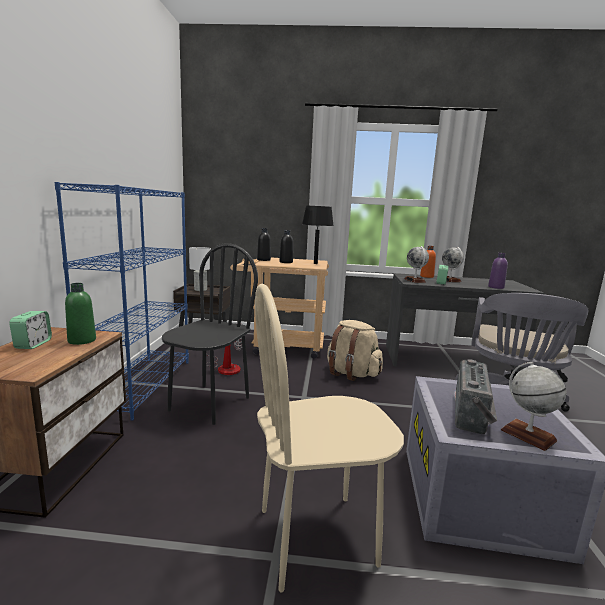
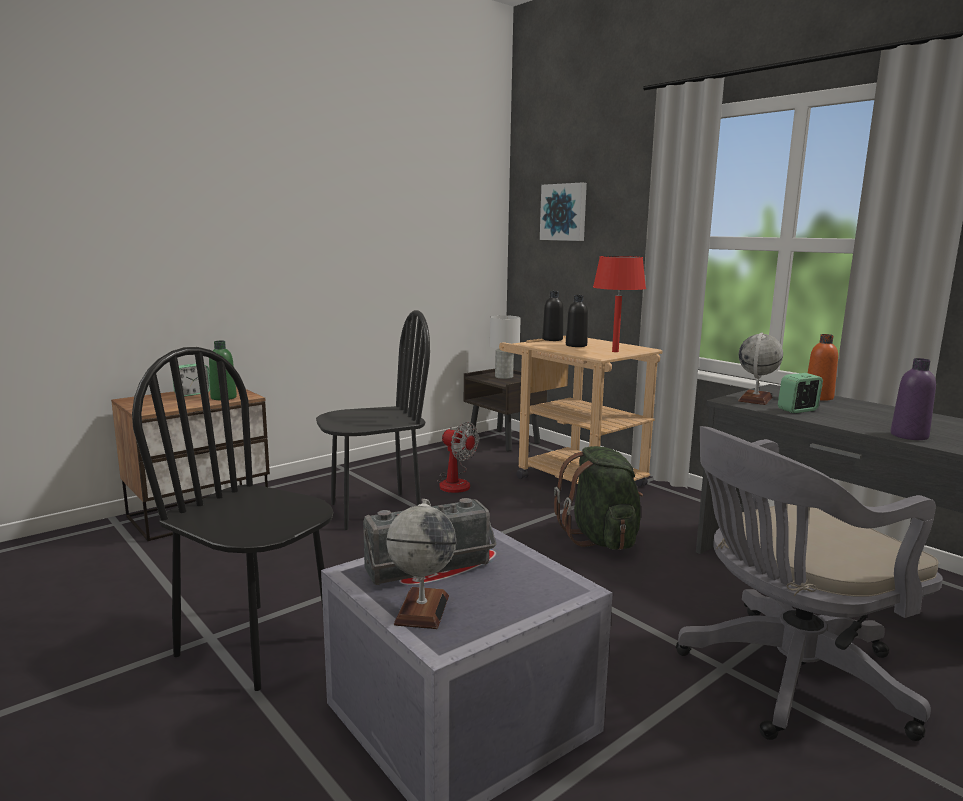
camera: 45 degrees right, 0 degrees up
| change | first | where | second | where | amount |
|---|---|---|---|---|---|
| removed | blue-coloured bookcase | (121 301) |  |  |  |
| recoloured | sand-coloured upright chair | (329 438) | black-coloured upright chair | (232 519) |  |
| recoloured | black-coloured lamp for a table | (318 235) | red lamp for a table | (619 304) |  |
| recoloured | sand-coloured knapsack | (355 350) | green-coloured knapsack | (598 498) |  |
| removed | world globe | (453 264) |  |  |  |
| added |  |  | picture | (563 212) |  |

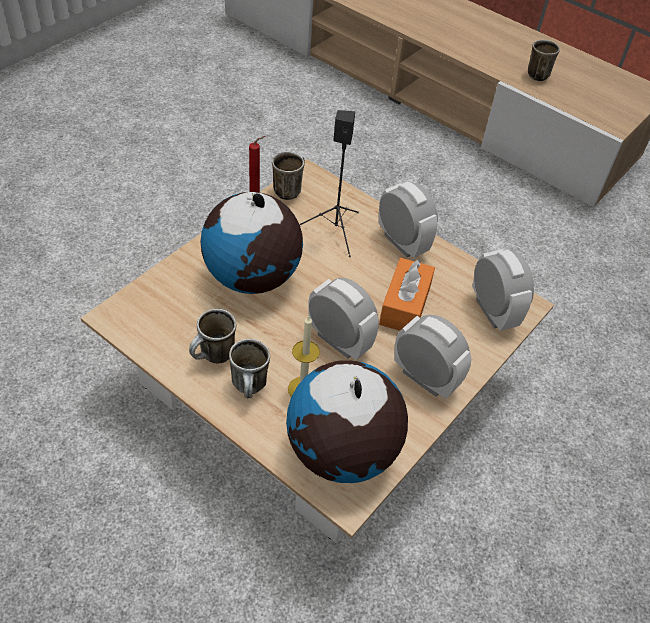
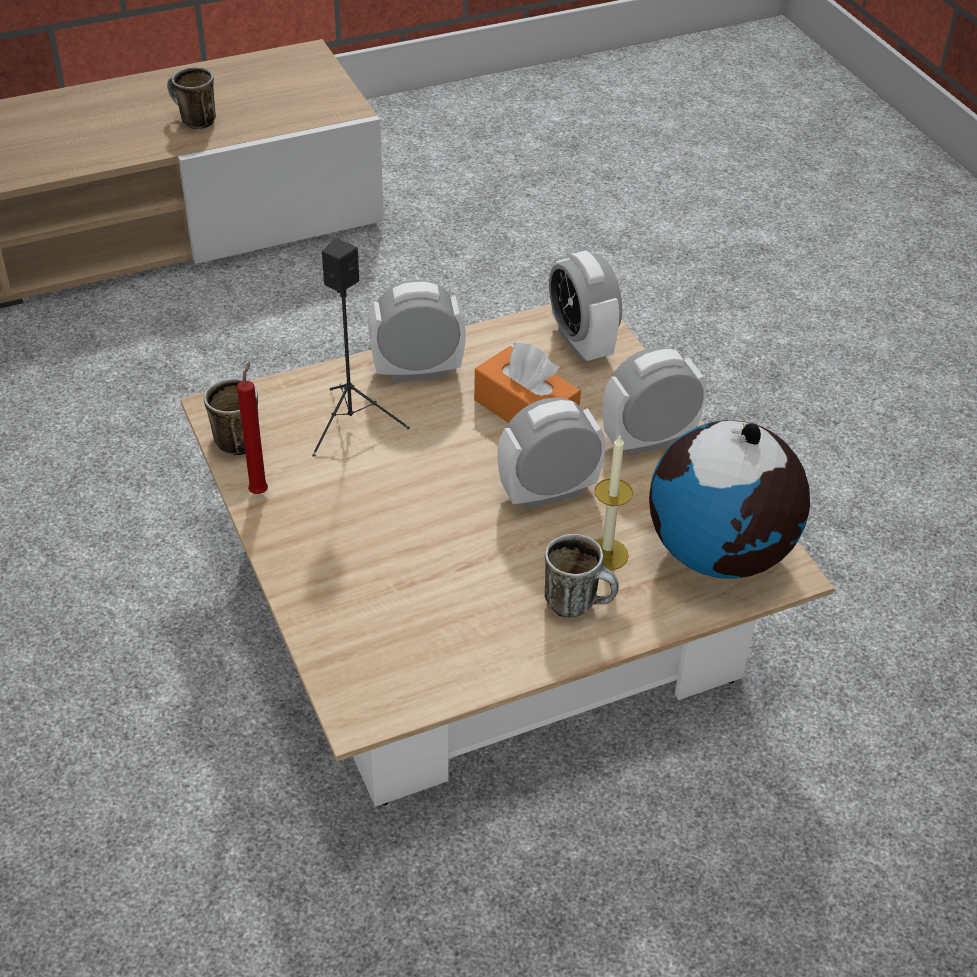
camera: 60 degrees left, 5 degrees down
| change | first | where | second | where | amount |
|---|---|---|---|---|---|
| removed | mug | (212 336) |  |  |  |
| removed | world globe | (252 243) |  |  |  |
| turned | table clock | (503 290) |  | (585 306) | 120 degrees counterclockwise |

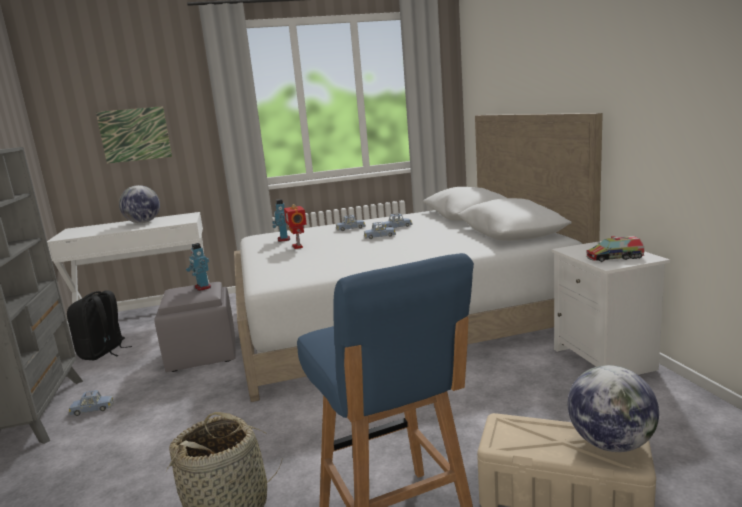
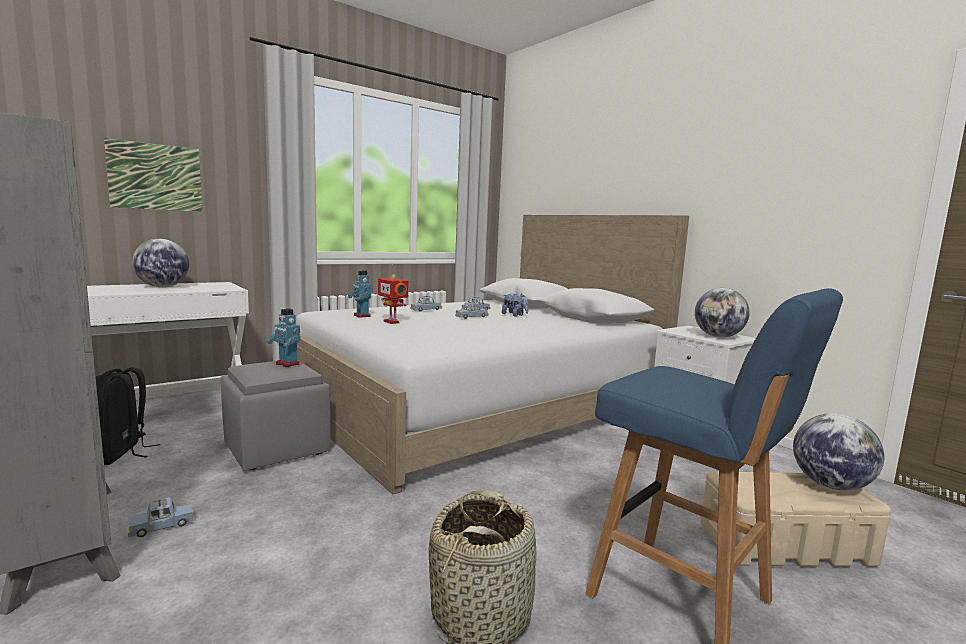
camera: 25 degrees left, 5 degrees down
| change | first | where | second | where | amount |
|---|---|---|---|---|---|
| replaced | toy lorry | (615 249) | world globe | (722 313) |  |
| added |  |  | plush toy | (515 305) |  |

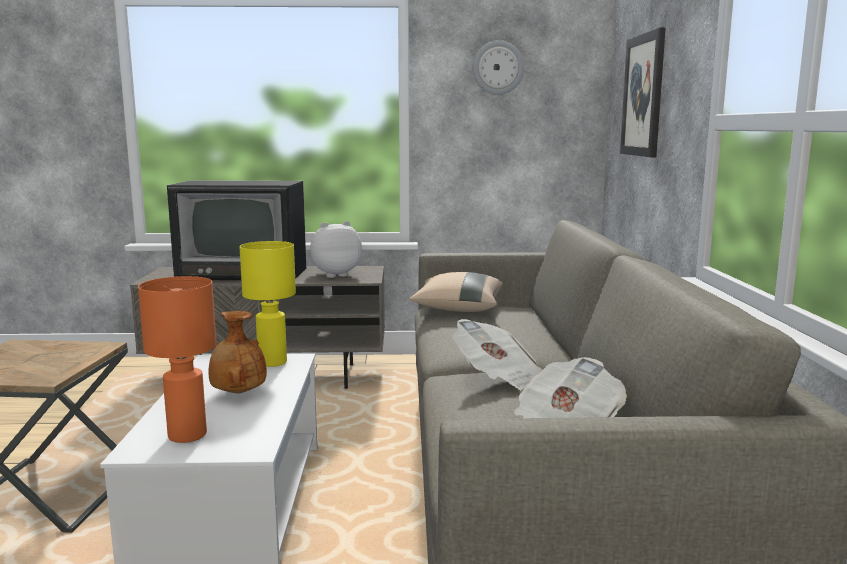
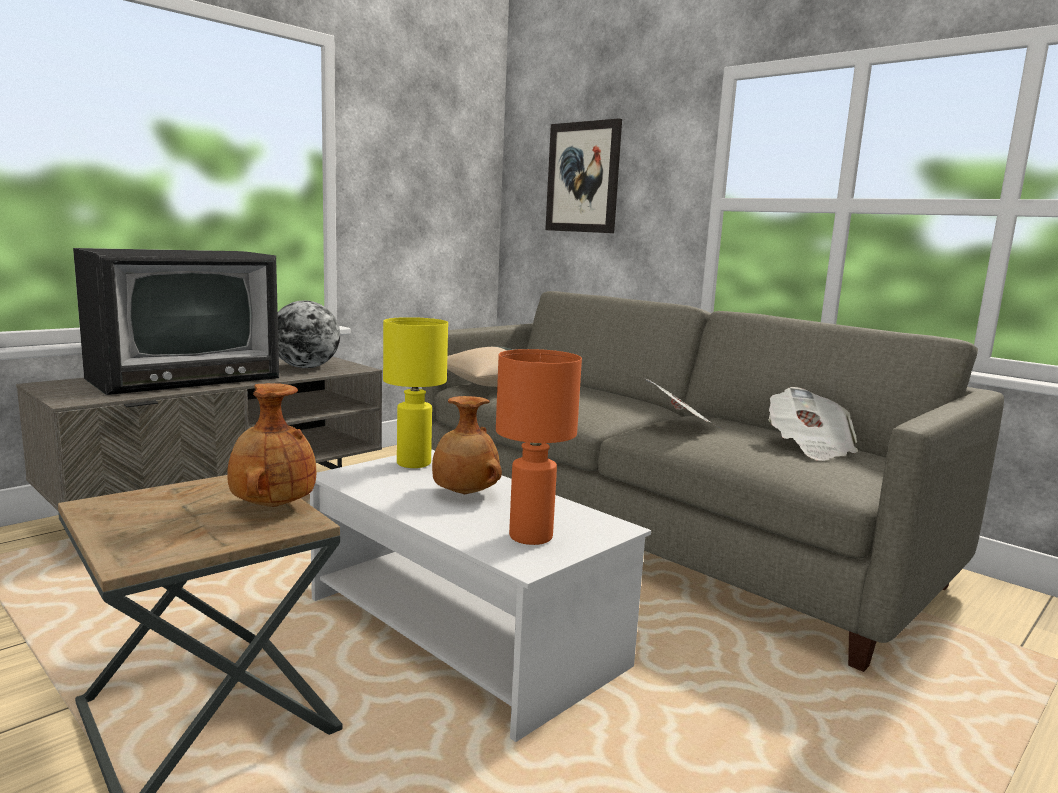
camera: 45 degrees left, 0 degrees up
| change | first | where | second | where | amount |
|---|---|---|---|---|---|
| replaced | plush toy | (336 249) | world globe | (309 334) |  |
| removed | wall clock | (499 67) |  |  |  |
| added |  |  | brownish decorative vase | (271 445) |  |

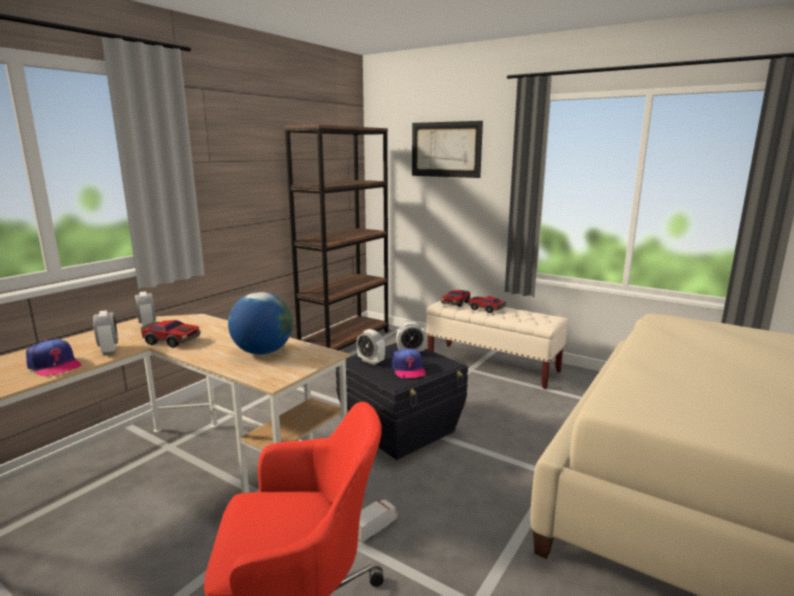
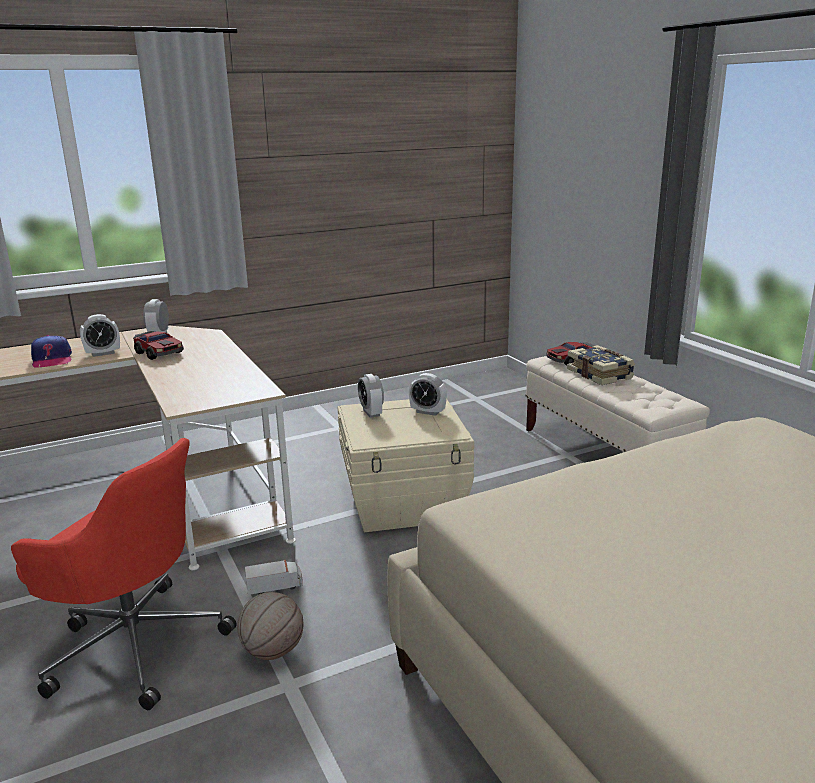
camera: 30 degrees right, 5 degrees up
| change | first | where | second | where | amount |
|---|---|---|---|---|---|
| turned | table clock | (105 332) |  | (100 335) | 60 degrees clockwise |
| removed | world globe | (260 323) |  |  |  |
| removed | brownish bookcase | (336 238) |  |  |  |
| recoloured | black-coloured storage box | (402 401) | sand-coloured storage box | (406 465) |  |
| removed | peaked cap | (408 363) |  |  |  |
| removed | picture | (447 149) |  |  |  |
| replaced | toy car | (487 304) | book | (601 365) |  |
| added |  |  | basketball | (270 626) |  |

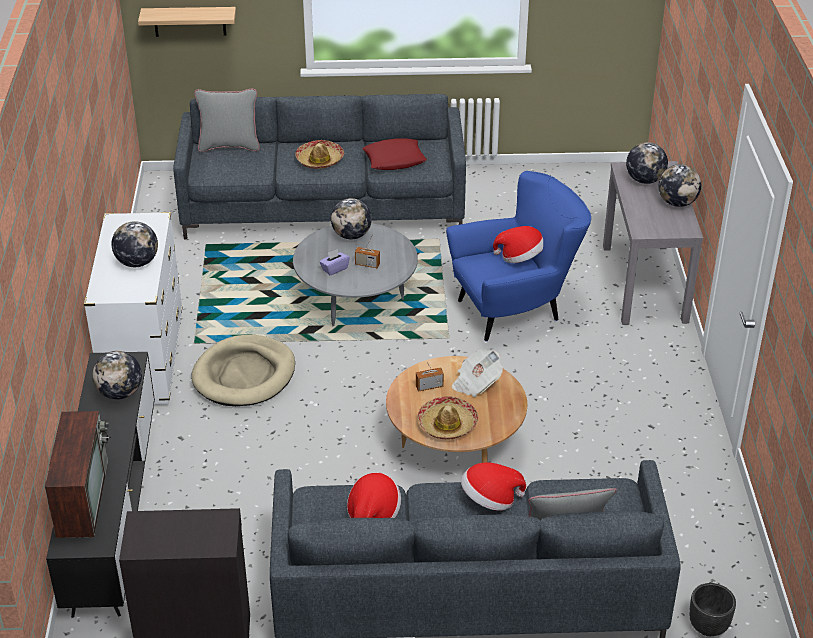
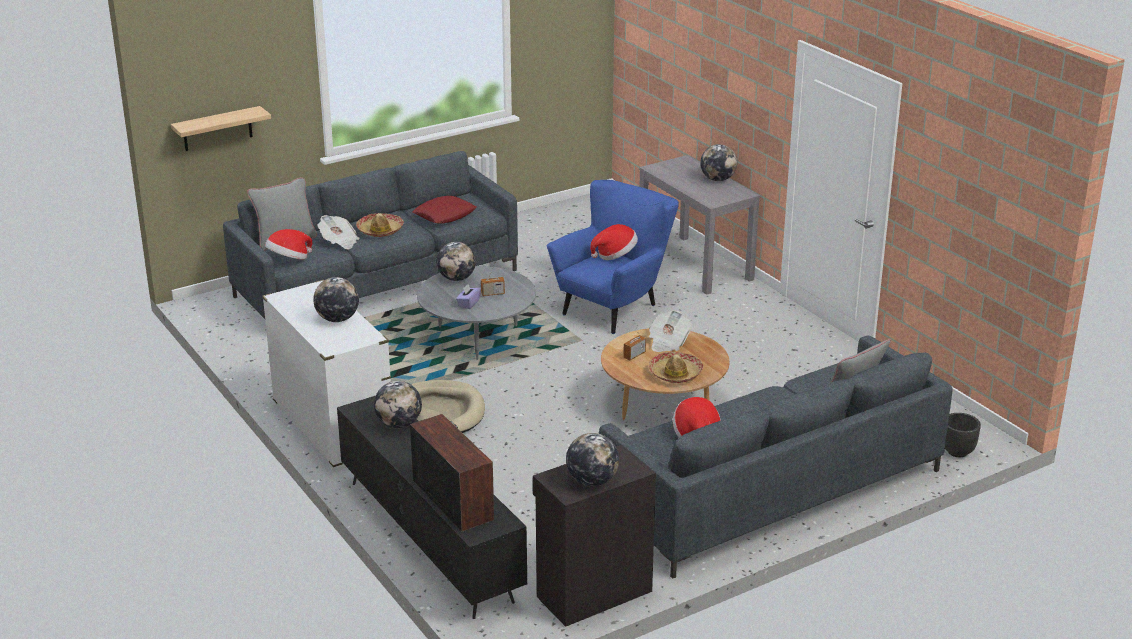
camera: 30 degrees left, 10 degrees down
| change | first | where | second | where | amount |
|---|---|---|---|---|---|
| moved | hat | (493 486) |  | (288 244) |  |
| moved | world globe | (647 163) |  | (592 459) |  |
| added |  |  | daily paper | (338 232) |  |

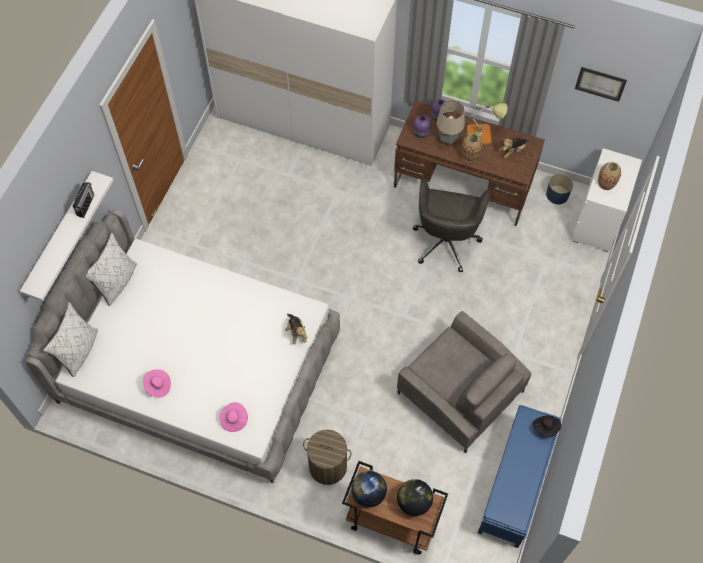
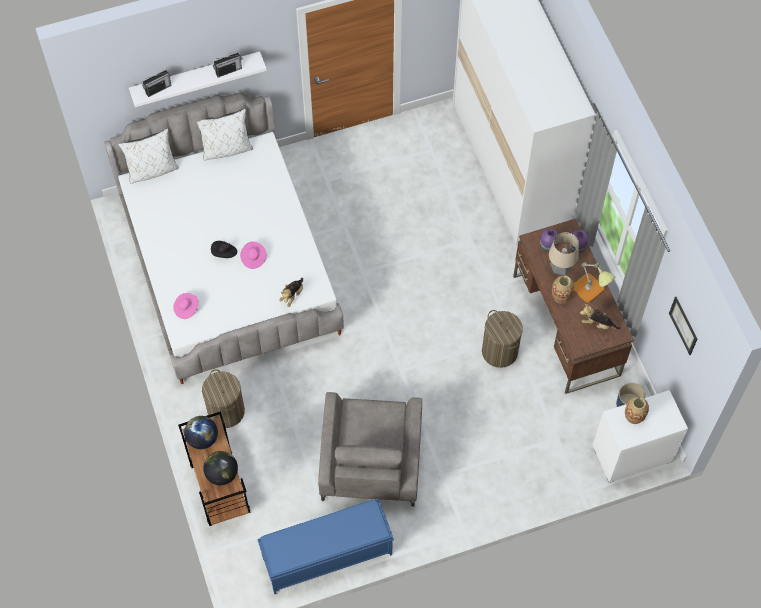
camera: 50 degrees right, 0 degrees up
| change | first | where | second | where | amount |
|---|---|---|---|---|---|
| moved | pink-coloured hat | (157 383) |  | (253 255) |  |
| replaced | gray computer chair | (452 225) | laundry basket | (502 339) |  |
| moved | black-coloured hat | (547 427) |  | (224 249) |  |
| added |  |  | radio set | (157 83) |  |

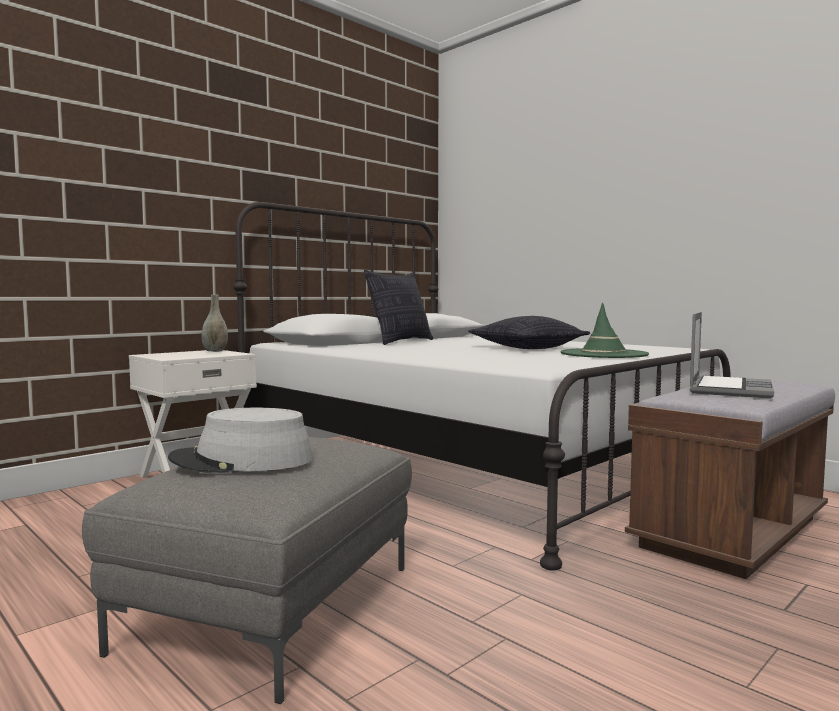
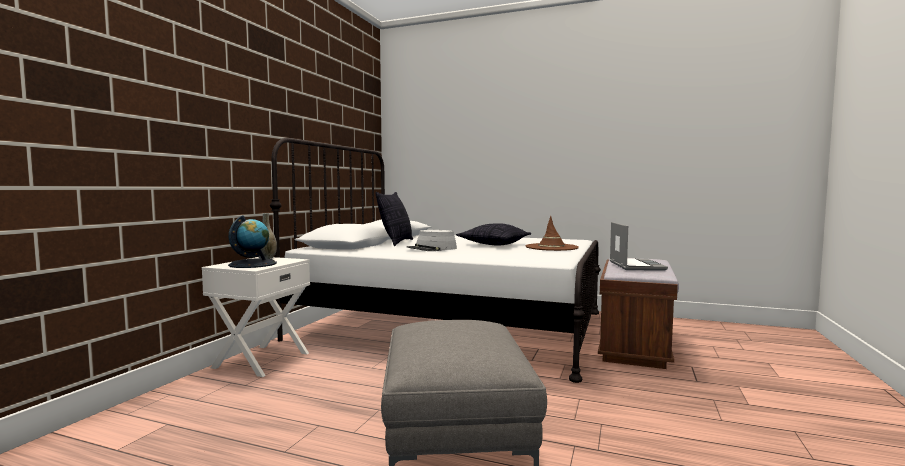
camera: 25 degrees left, 0 degrees up
| change | first | where | second | where | amount |
|---|---|---|---|---|---|
| moved | gray hat | (240 440) |  | (432 240) |  |
| recoloured | green-coloured hat | (604 330) | brownish hat | (552 233) |  |
| added |  |  | world globe | (252 241) |  |

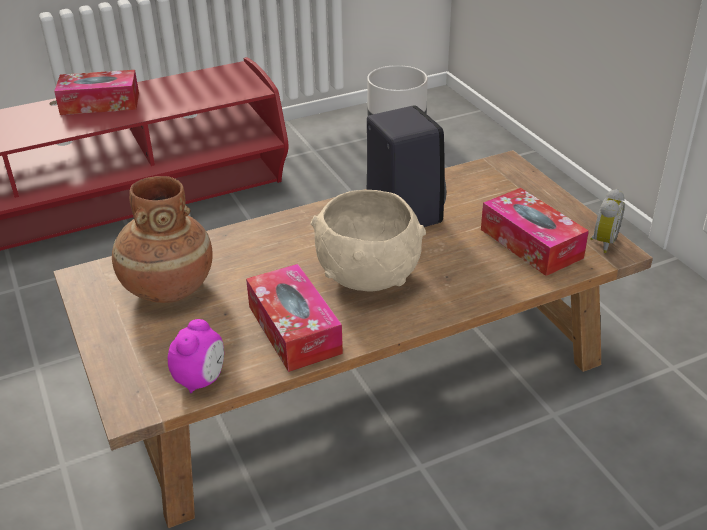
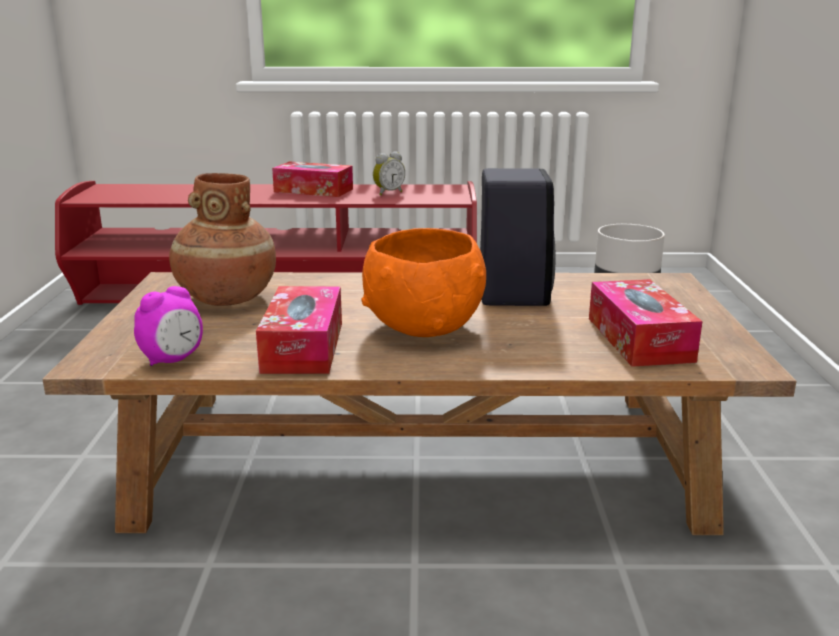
camera: 25 degrees right, 15 degrees down
| change | first | where | second | where | amount |
|---|---|---|---|---|---|
| recoloured | sand-coloured serving bowl | (368 240) | orange serving bowl | (423 282) |  |
| moved | table clock | (607 221) |  | (389 173) |  |

